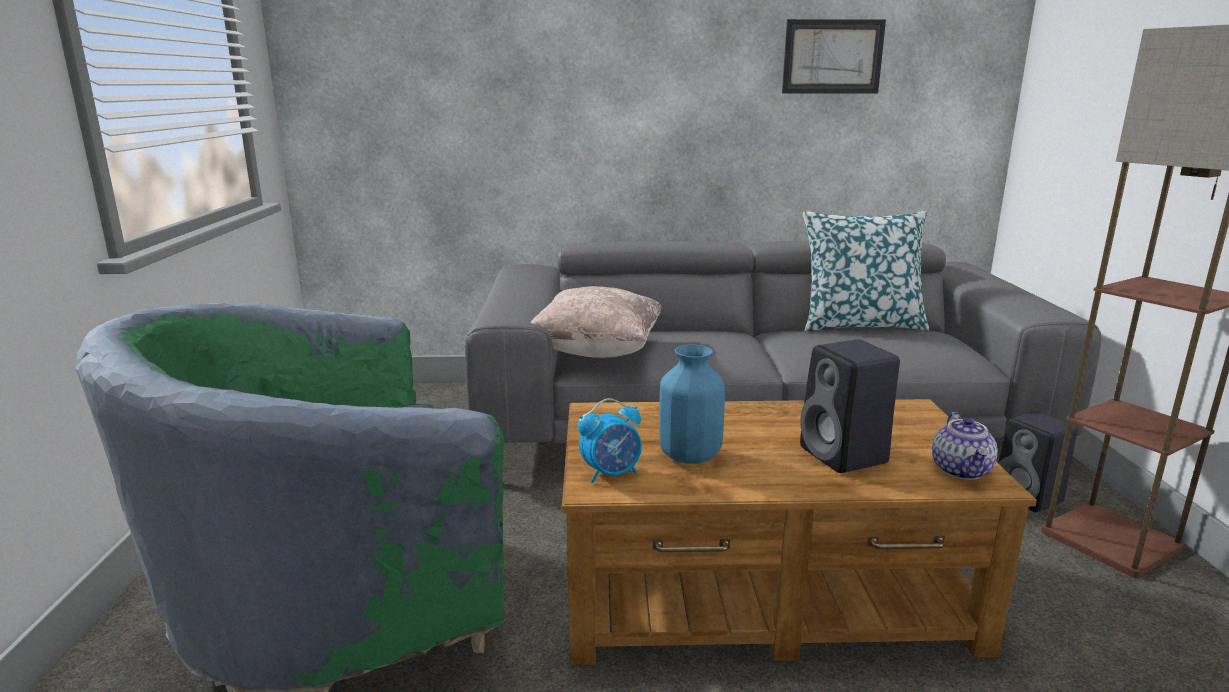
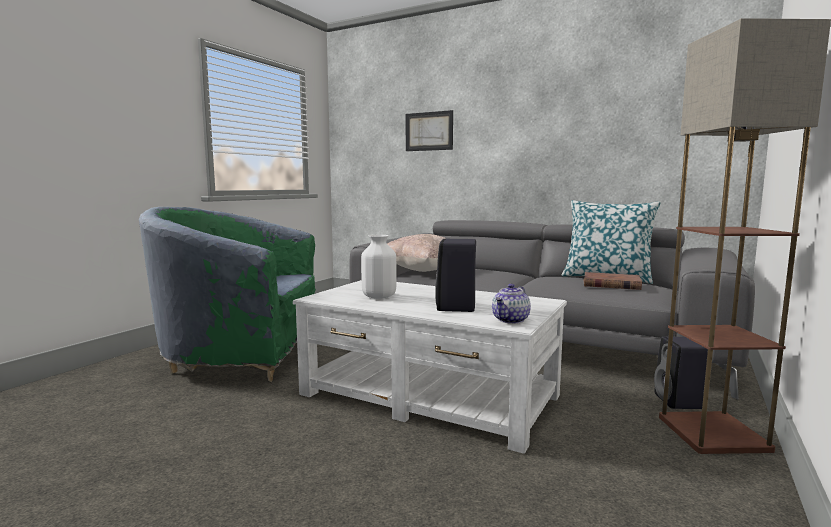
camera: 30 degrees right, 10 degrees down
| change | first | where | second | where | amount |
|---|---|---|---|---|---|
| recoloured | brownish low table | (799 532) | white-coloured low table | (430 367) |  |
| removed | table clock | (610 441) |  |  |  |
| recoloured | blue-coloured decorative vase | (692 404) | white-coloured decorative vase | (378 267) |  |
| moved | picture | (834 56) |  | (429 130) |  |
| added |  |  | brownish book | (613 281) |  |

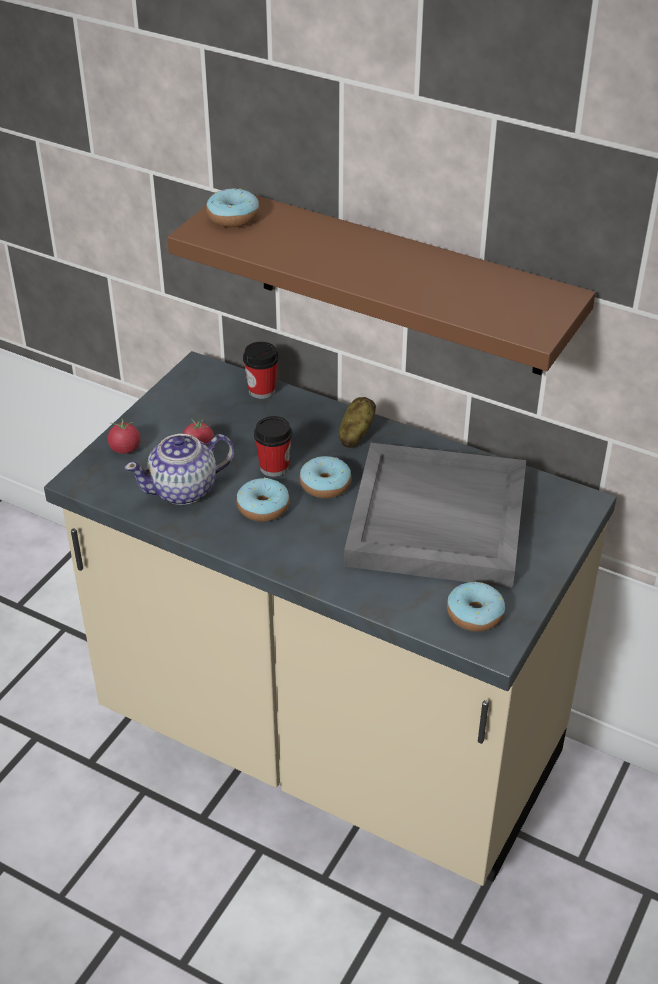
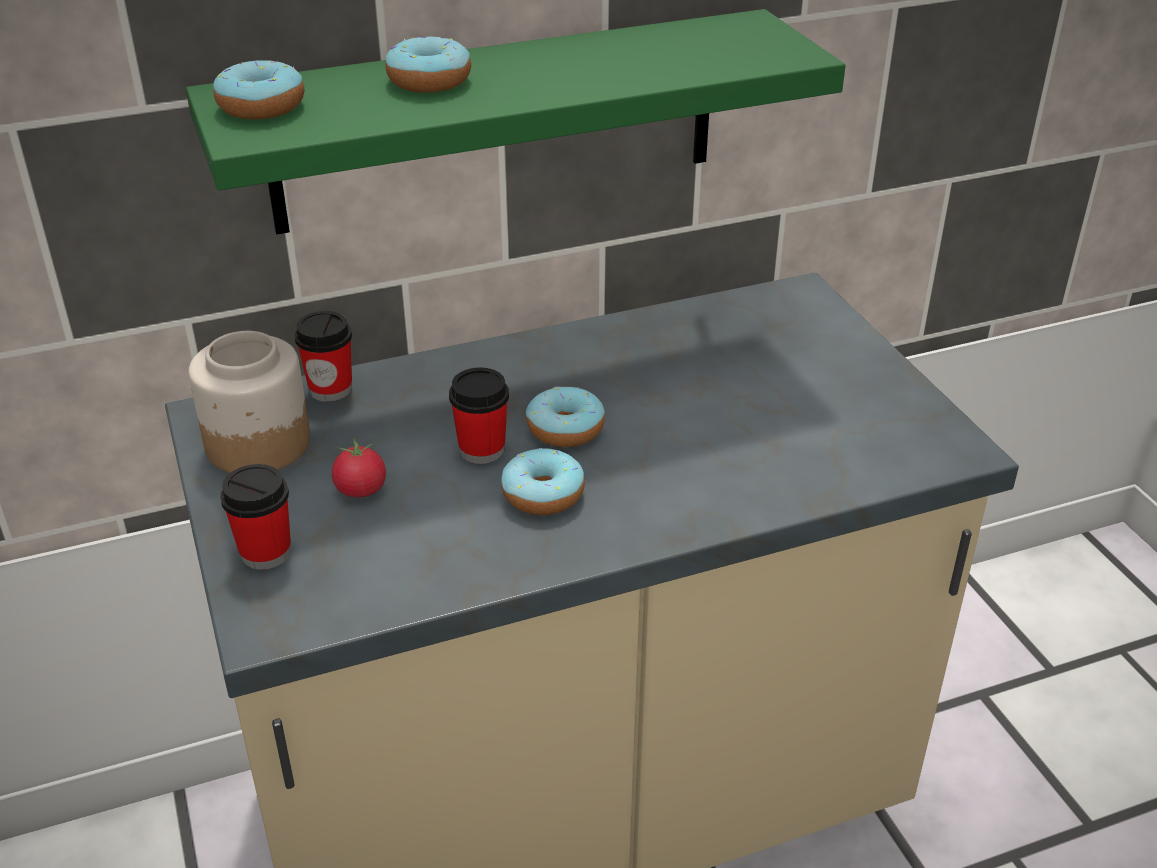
camera: 50 degrees left, 5 degrees down
| change | first | where | second | where | amount |
|---|---|---|---|---|---|
| replaced | fresh tomato | (124 436) | small cup | (255 517) |  |
| removed | pot for tea | (179 469) |  |  |  |
| recoloured | brownish wall shelf | (381 281) | green-coloured wall shelf | (516 122) |  |
| removed | whole potato | (357 422) |  |  |  |
| removed | gray tray | (435 515) |  |  |  |
| moved | ring doughnut | (476 607) |  | (428 64) |  |
| added |  |  | preserve jar | (249 402) |  |

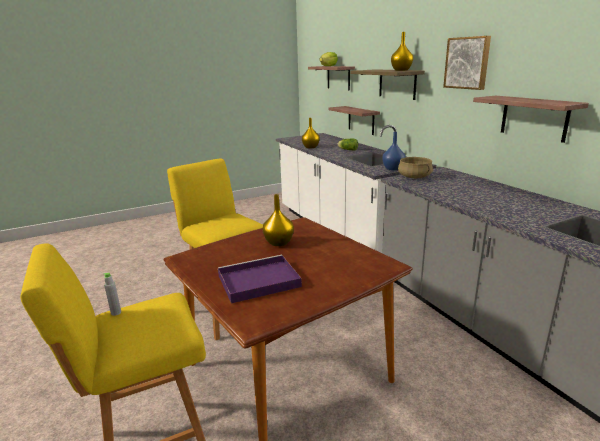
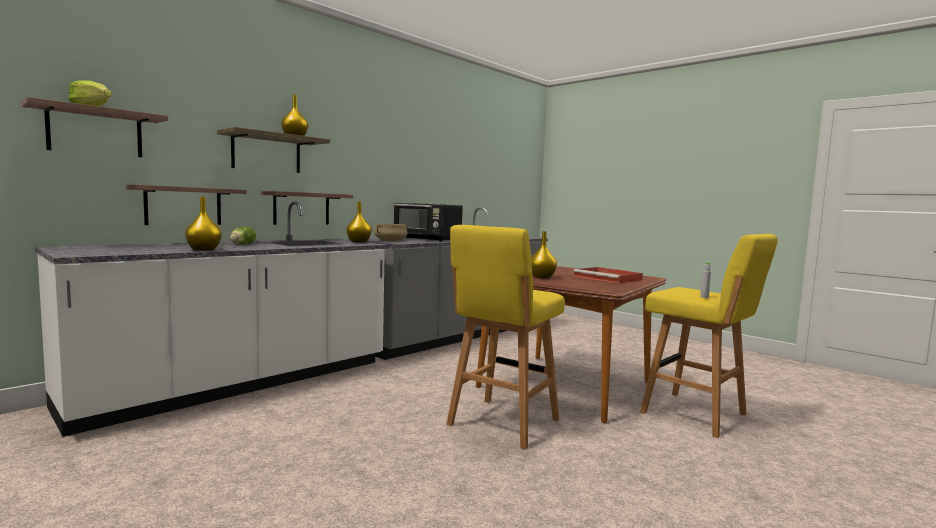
camera: 110 degrees left, 15 degrees down
| change | first | where | second | where | amount |
|---|---|---|---|---|---|
| recoloured | purplish tray | (260 279) | red tray | (608 275) |  |
| recoloured | blue-coloured decorative vase | (393 151) | yellow decorative vase | (359 222) |  |
| removed | picture | (467 63) |  |  |  |
| moved | wall shelf | (531 119) |  | (307 208) |  |
| added |  |  | black-coloured microwave | (428 222) |  |

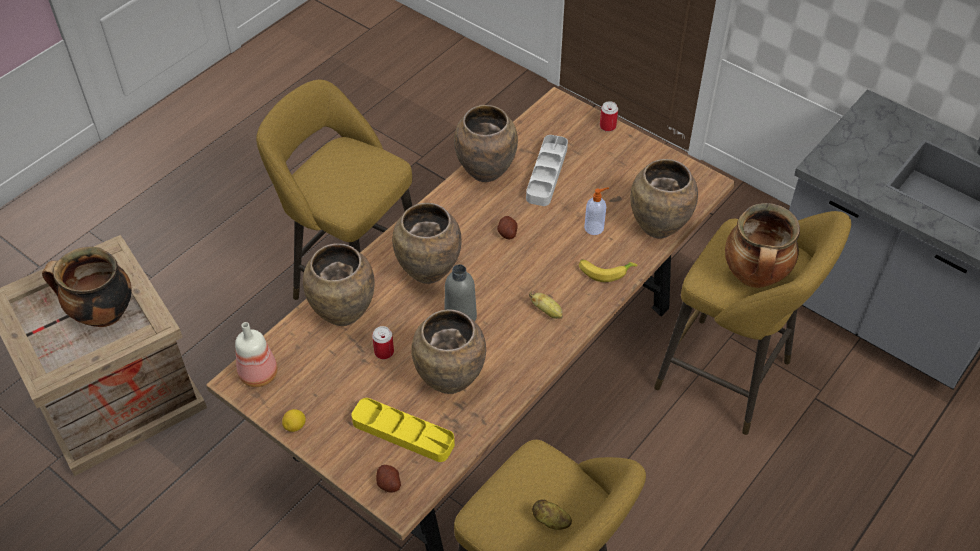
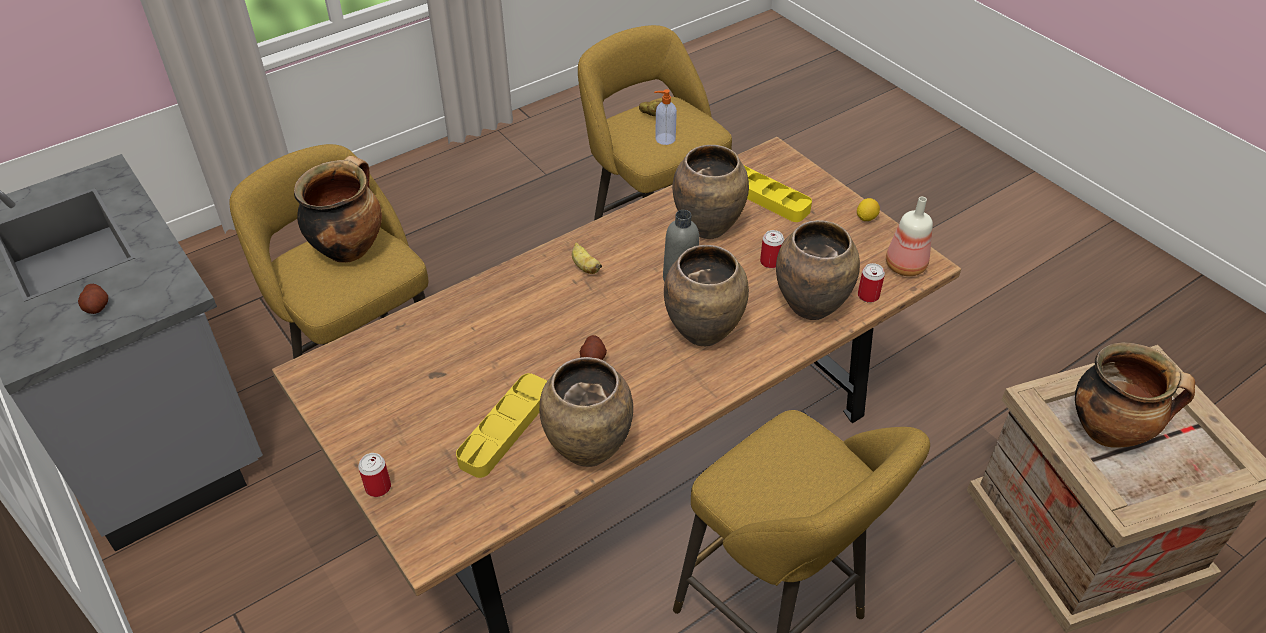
camera: 165 degrees left, 5 degrees down
| change | first | where | second | where | amount |
|---|---|---|---|---|---|
| moved | whole potato | (388 478) |  | (93 299) |  |
| recoloured | gray tray | (547 170) | yellow tray | (501 425) |  |
| removed | banana fruit | (608 270) |  |  |  |
| moved | soap dispenser | (596 211) |  | (665 117) |  |
| removed | brownish decorative vase | (664 199) |  |  |  |
| added |  |  | can | (871 283) |  |

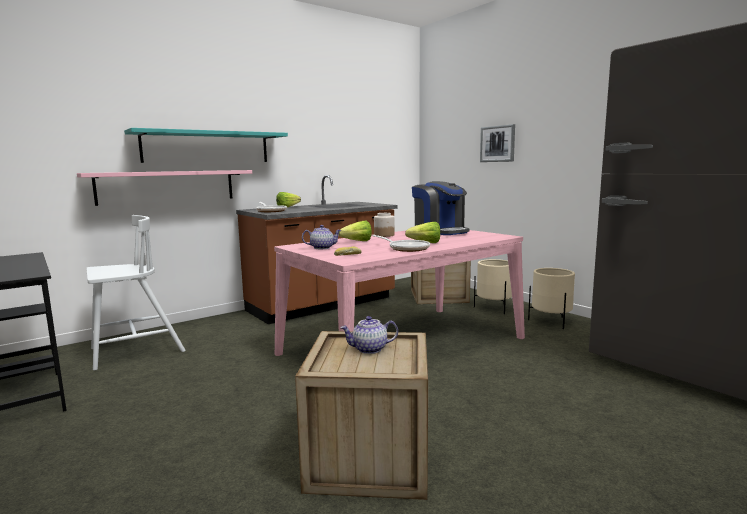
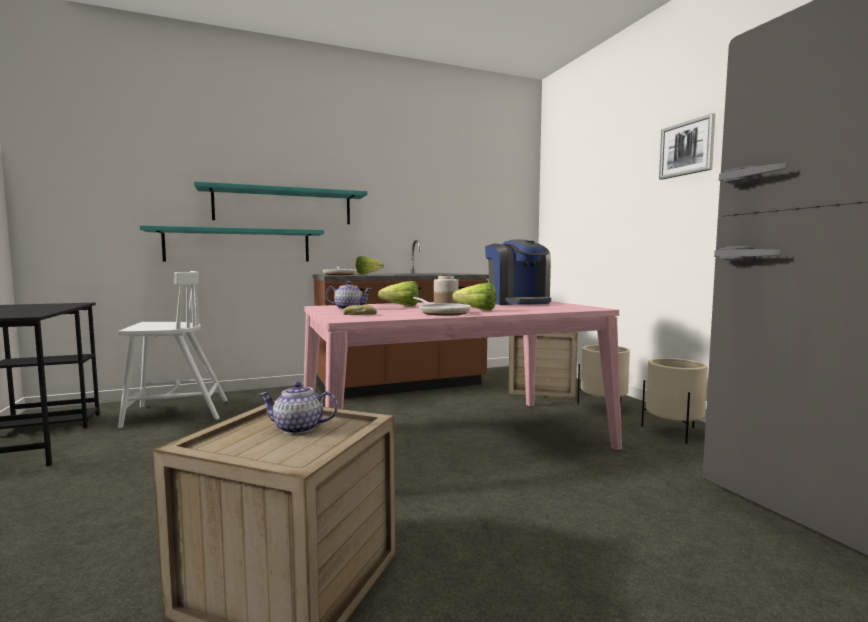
camera: 15 degrees right, 5 degrees down
| change | first | where | second | where | amount |
|---|---|---|---|---|---|
| recoloured | pink-coloured wall shelf | (164 188) | turquoise-coloured wall shelf | (231 243) |  |
| moved | picture | (497 143) |  | (687 146) |  |

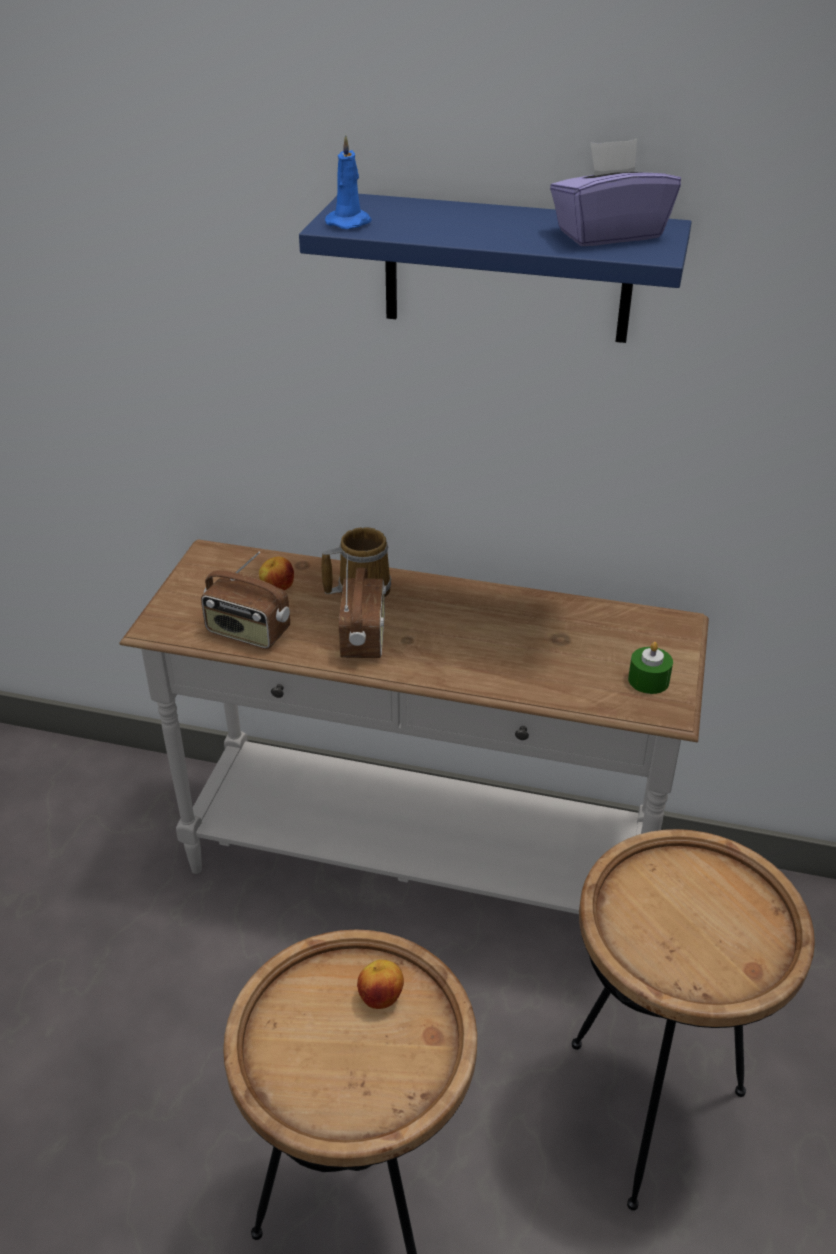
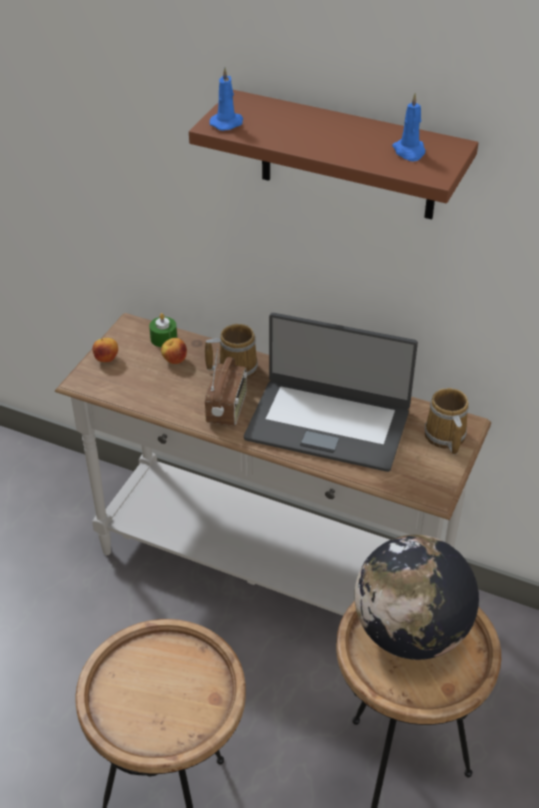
camera: 10 degrees right, 5 degrees up
| change | first | where | second | where | amount |
|---|---|---|---|---|---|
| removed | radio set | (245 600) |  |  |  |
| recoloured | blue-coloured wall shelf | (495 268) | brownish wall shelf | (333 155) |  |
| moved | apple fruit | (380 984) |  | (105 350) |  |
| replaced | purplish box of tissues | (615 192) | blue-coloured wax light | (408 127) |  |
| moved | green-coloured wax light | (650 668) |  | (163 330) |  |
| added |  |  | notebook computer | (331 392) |  |
| added |  |  | world globe | (416 597) |  |
| added |  |  | mug | (447 421) |  |

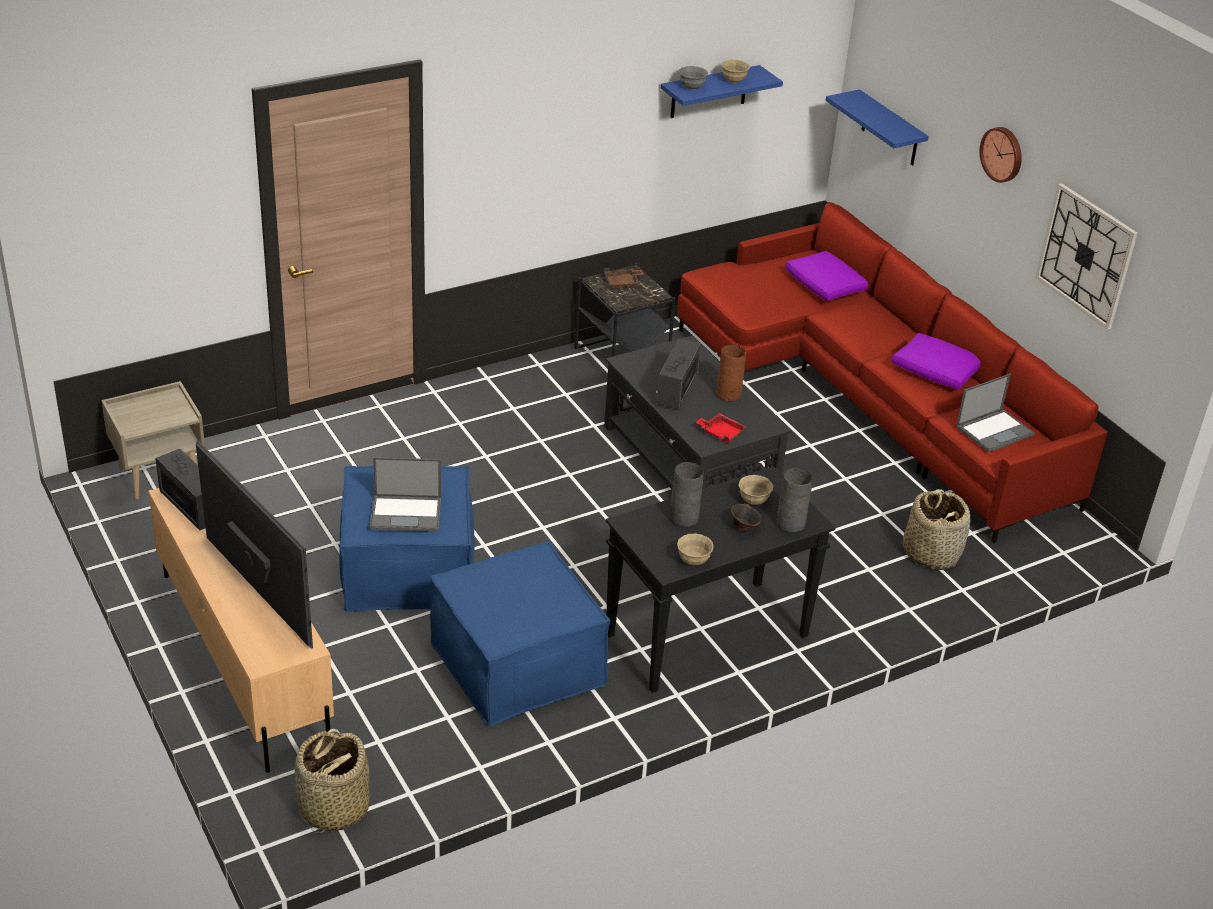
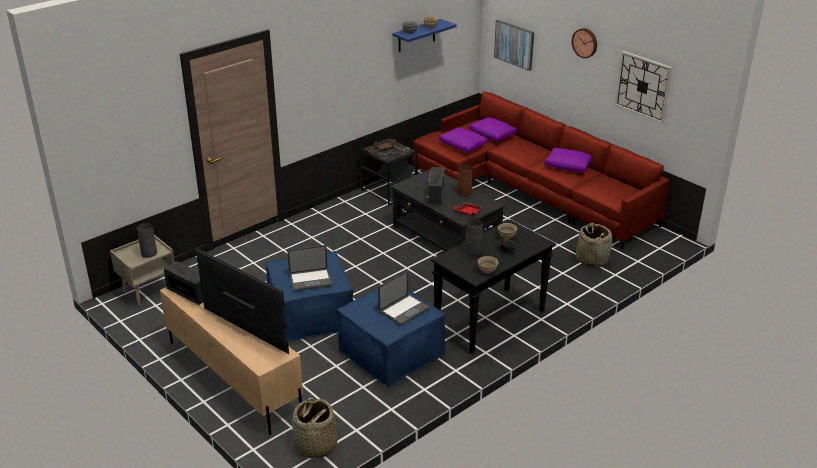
camera: 10 degrees left, 5 degrees down
| change | first | where | second | where | amount |
|---|---|---|---|---|---|
| moved | gray decorative vase | (794 500) |  | (147 240) |  |
| replaced | blue-coloured wall shelf | (877 127) | picture | (514 45) |  |
| moved | notebook computer | (995 413) |  | (404 298) |  |
| added |  |  | purplish throw pillow | (463 139) |  |

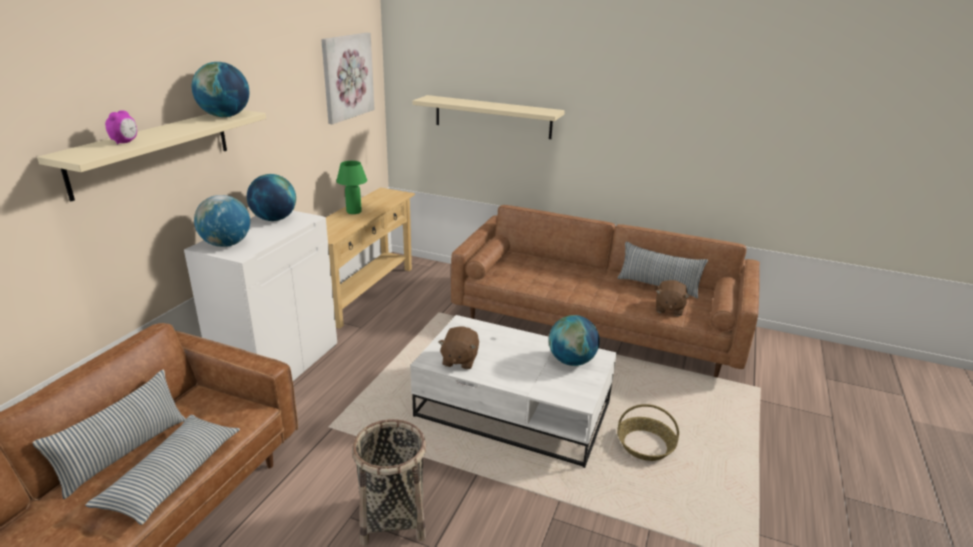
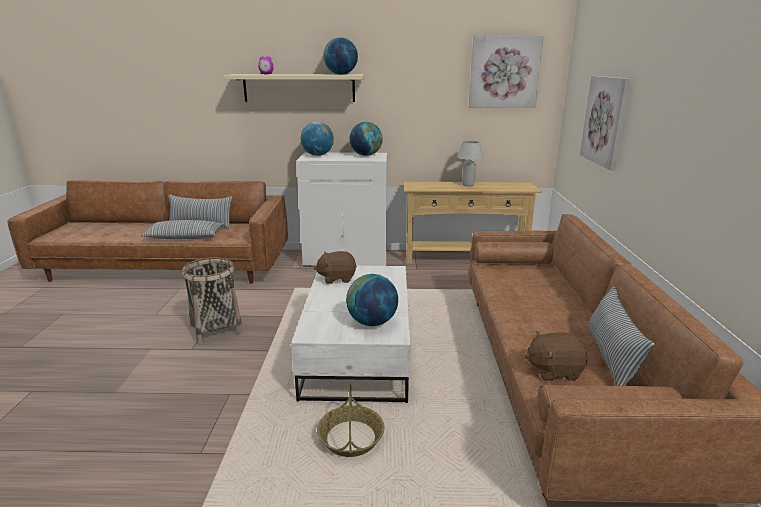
camera: 70 degrees right, 5 degrees down
| change | first | where | second | where | amount |
|---|---|---|---|---|---|
| recoloured | green-coloured lamp for a table | (351 187) | white-coloured lamp for a table | (470 163) |  |
| replaced | sand-coloured wall shelf | (488 117) | picture | (605 123) |  |

